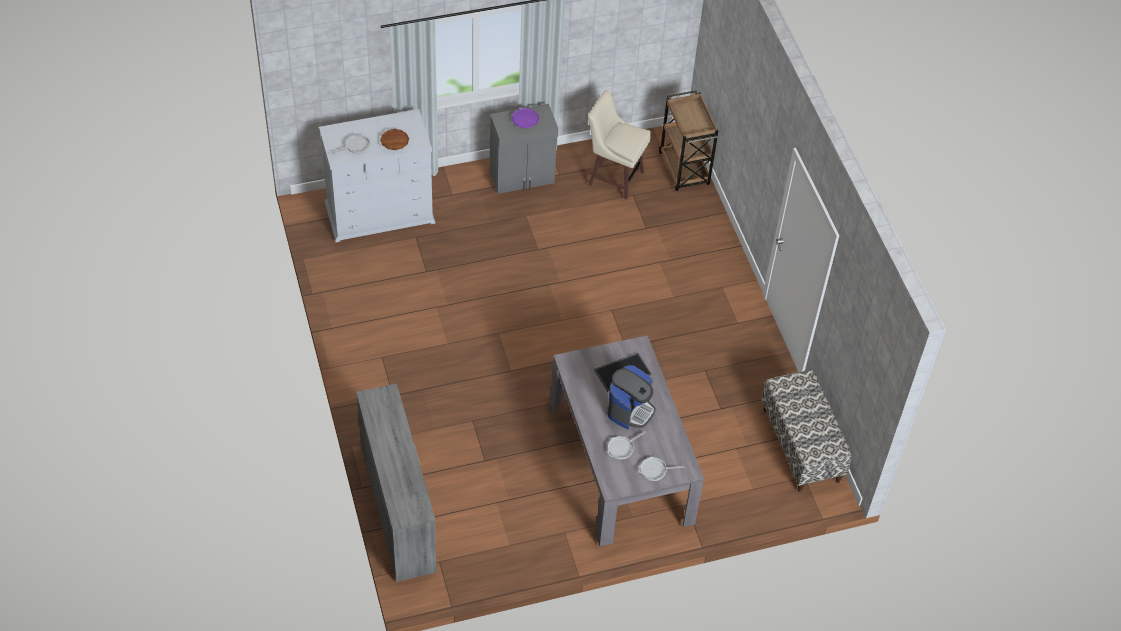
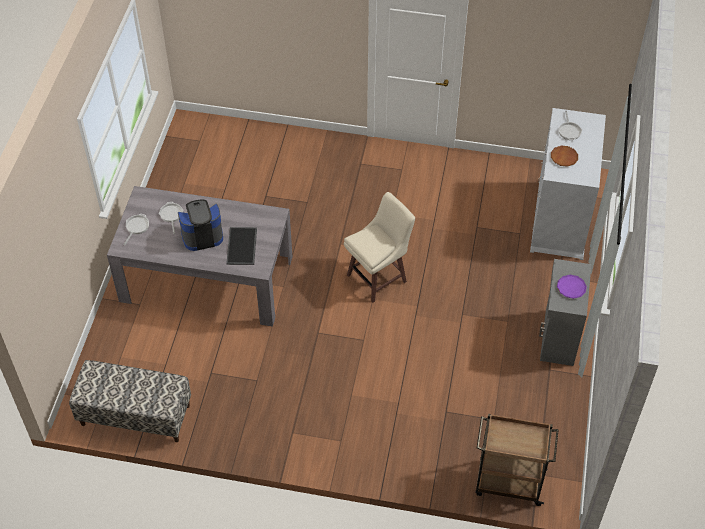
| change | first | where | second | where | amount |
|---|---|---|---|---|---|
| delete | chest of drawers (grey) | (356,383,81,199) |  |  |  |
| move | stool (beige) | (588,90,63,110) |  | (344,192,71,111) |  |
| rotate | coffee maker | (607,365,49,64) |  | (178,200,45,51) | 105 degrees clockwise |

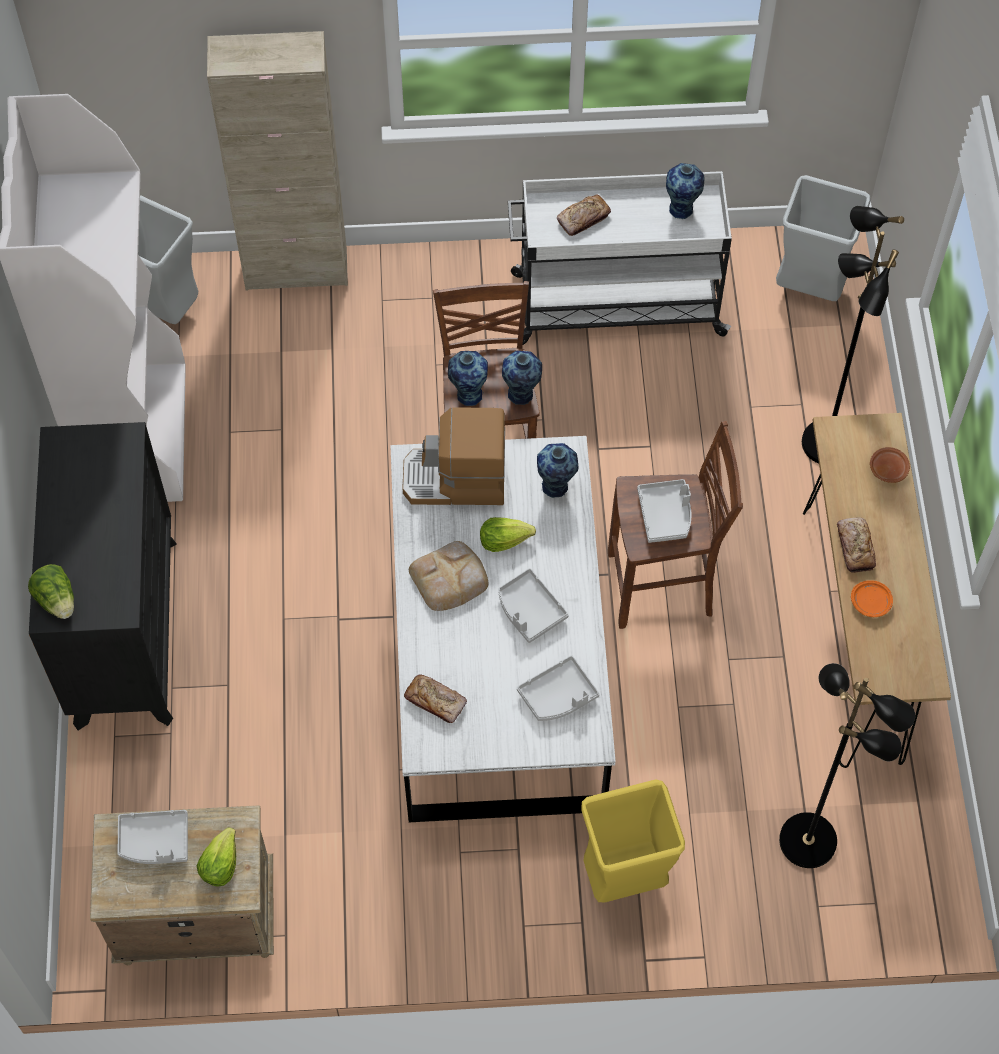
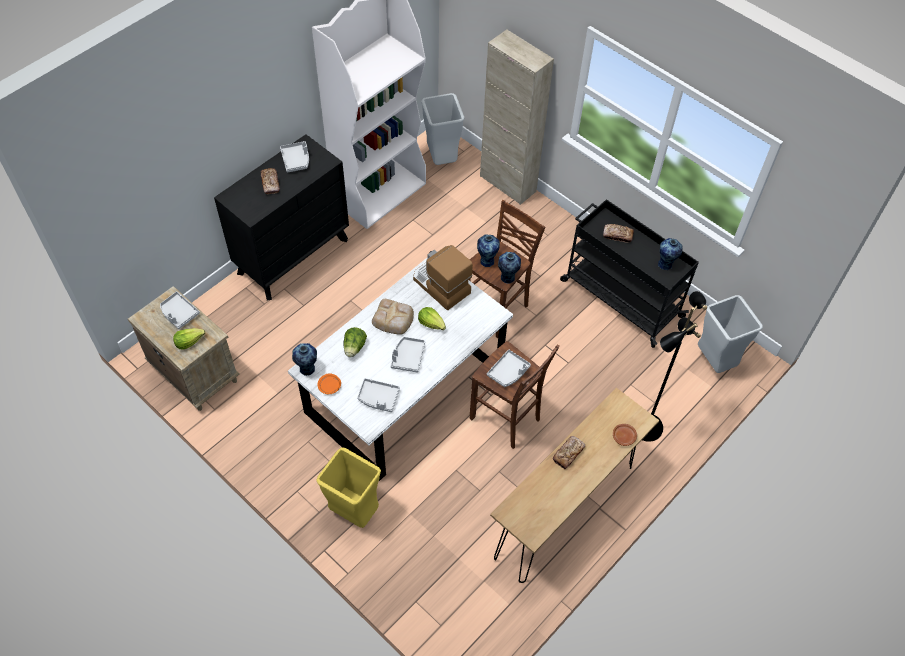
| change | first | where | second | where | amount |
|---|---|---|---|---|---|
| delete | standing lamp (black) | (779,663,136,205) |  |  |  |
| insert |  |  | serving tray (grey) | (280,141,29,31) |  |
| move | lettuce head | (28,564,46,55) |  | (343,327,24,31) |  |
| move | bread | (404,674,63,49) |  | (261,168,19,26) |  |
| move | vase | (537,443,41,55) |  | (292,343,25,33) |  |
| move | dinner plate (orangey) | (851,580,42,37) |  | (318,373,23,21) |  |
| recolor | trolley (white) | (508,171,224,174) | trolley (black) | (560,199,139,149) |  |

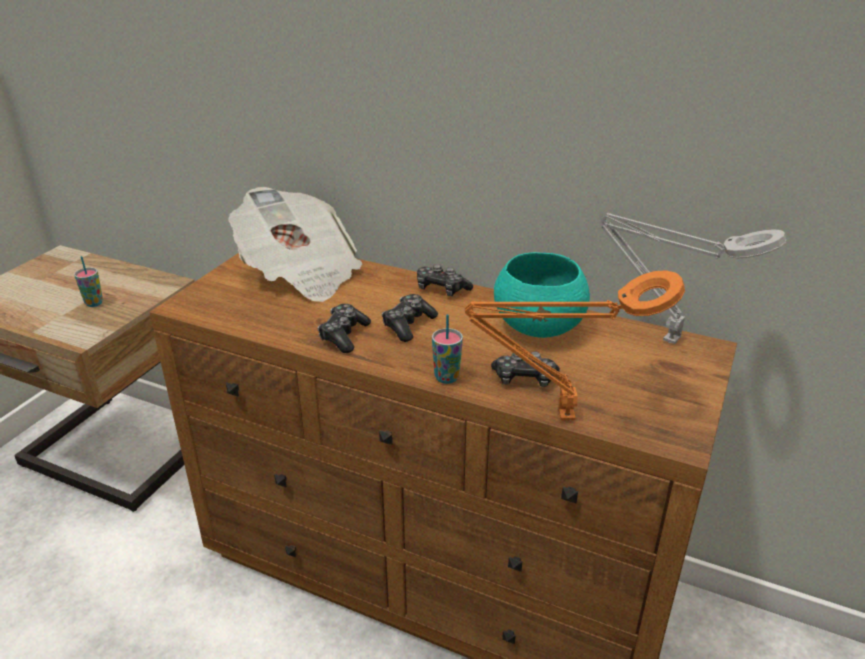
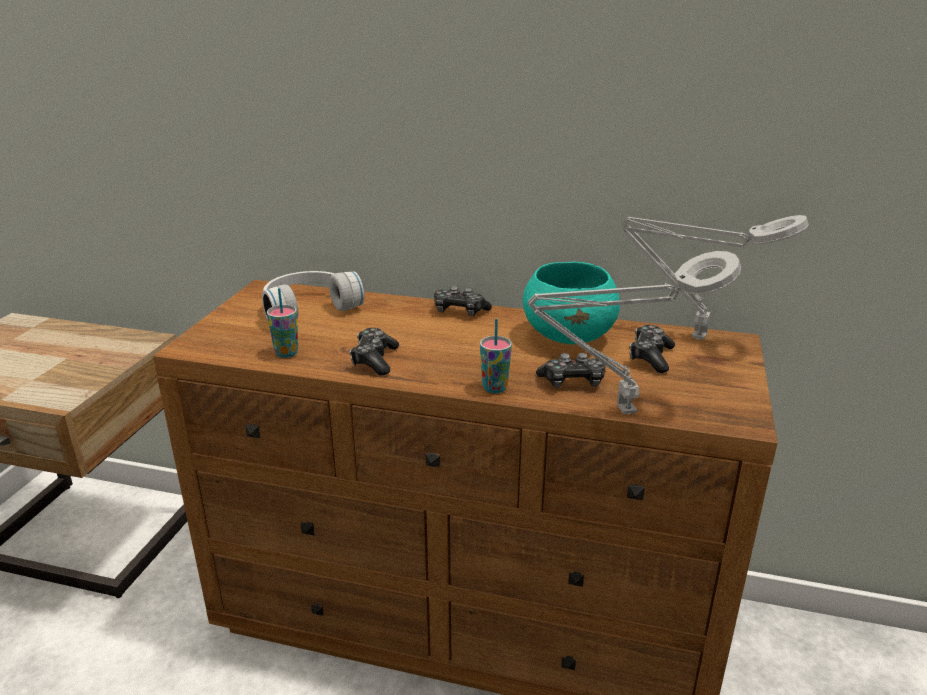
| change | first | where | second | where | amount |
|---|---|---|---|---|---|
| move | drinking cup | (74,256,29,51) |  | (267,288,31,70) |  |
| move | gamepad | (382,294,56,48) |  | (629,325,46,48) |  |
| replace | newspaper | (228,187,135,115) | headset (white) | (262,271,102,49) |  |
| recolor | table lamp (orangey) | (465,270,220,151) | table lamp (grey) | (528,251,213,164) |  |

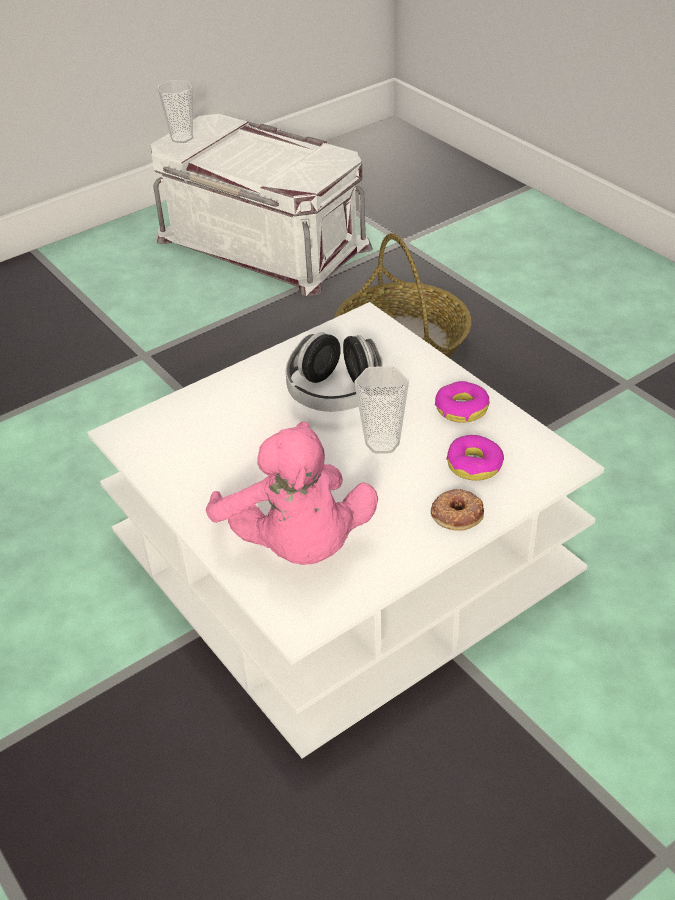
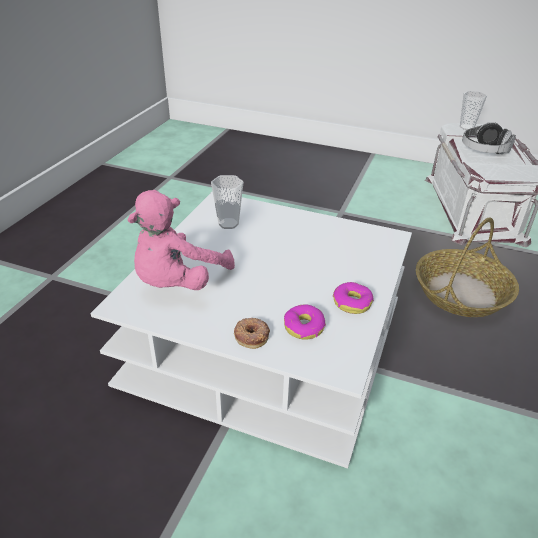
| change | first | where | second | where | amount |
|---|---|---|---|---|---|
| move | headset | (286,332,97,80) |  | (462,122,54,32) |  |
| move | drinking cup | (354,366,55,88) |  | (211,175,32,54) |  |

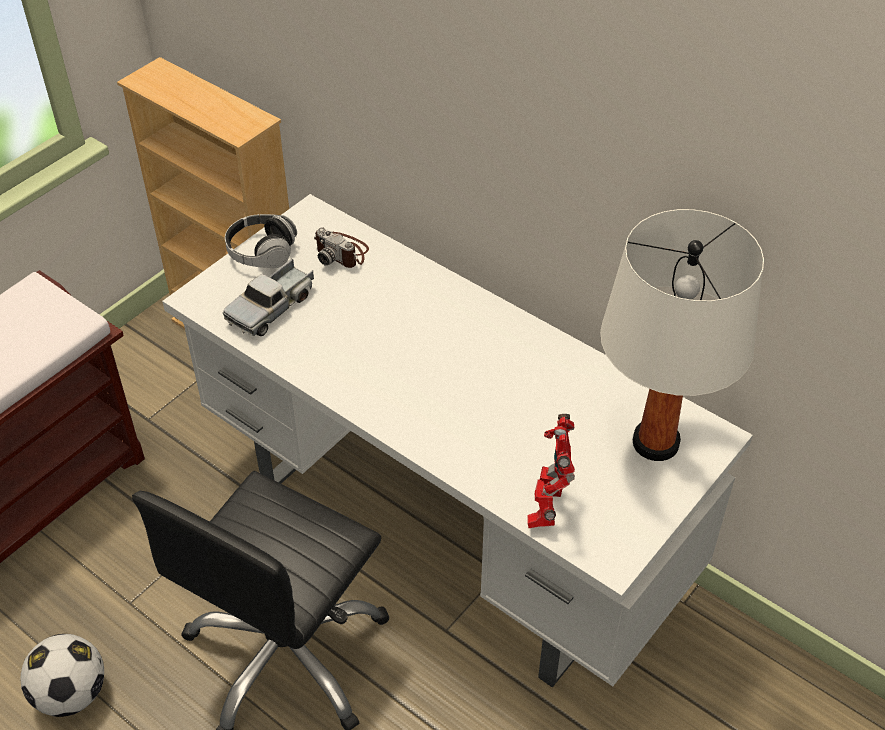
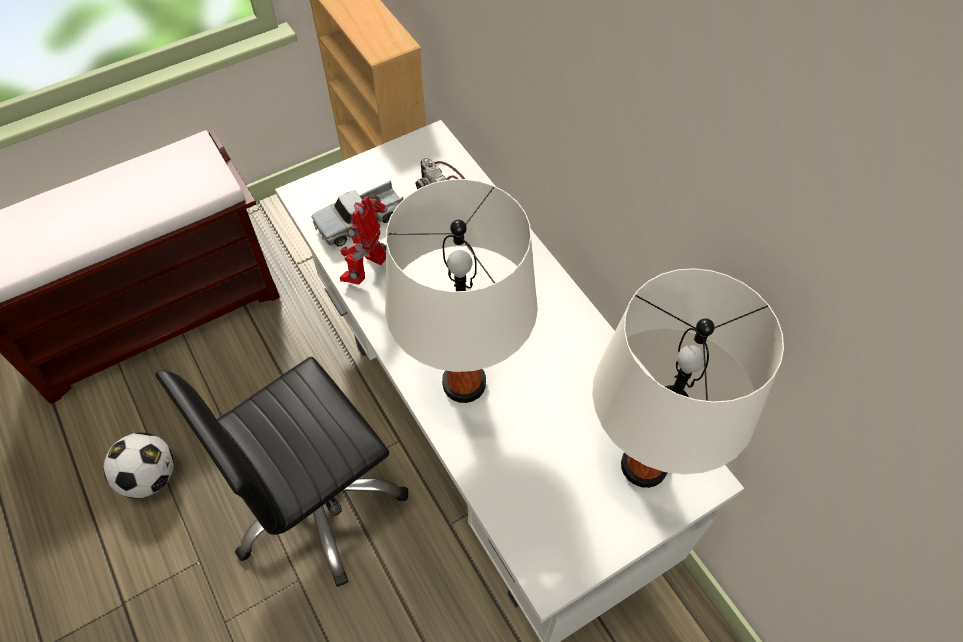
| change | first | where | second | where | amount |
|---|---|---|---|---|---|
| delete | headset | (225,214,72,54) |  |  |  |
| insert |  |  | table lamp (white) | (385,179,153,224) |  |
| move | robot figure | (528,414,47,114) |  | (340,195,48,90) |  |

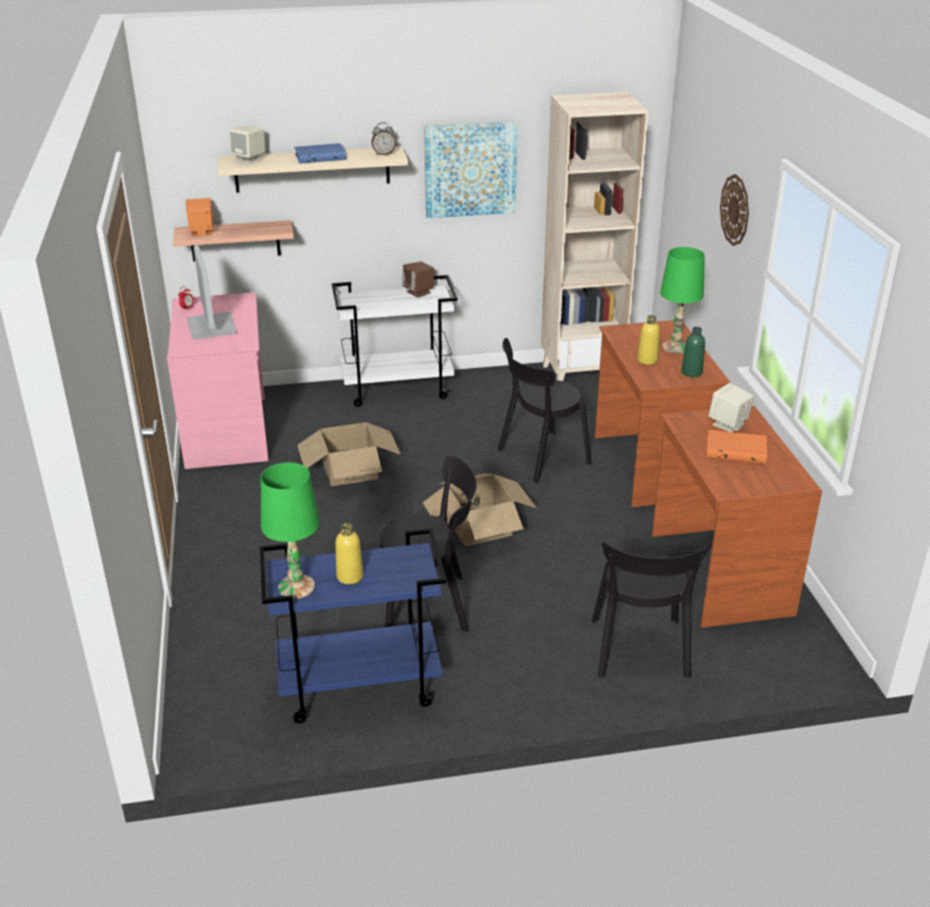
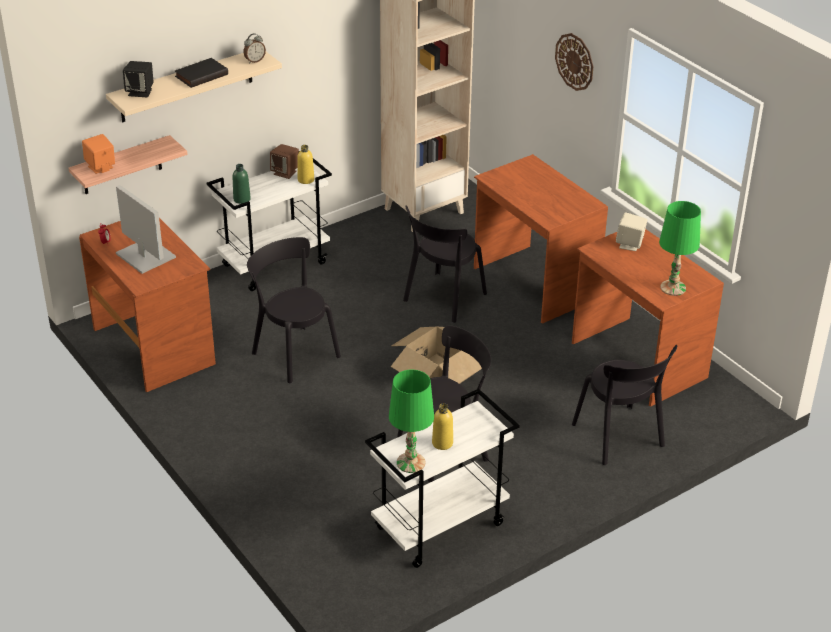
| change | first | where | second | where | amount |
|---|---|---|---|---|---|
| delete | picture | (424,121,94,97) |  |  |  |
| delete | bound book (orangey) | (707,430,60,33) |  |  |  |
| move | beverage bottle (yellow) | (637,315,23,50) |  | (297,145,17,39) |  |
| move | table lamp (greenish) | (660,247,45,107) |  | (659,201,42,95) |  |
| move | beverage bottle (greenish) | (681,327,24,50) |  | (233,164,18,40) |  |
| replace | packing box | (297,422,104,64) | plain chair (black) | (247,237,94,146) |  |
| recolor | desk table (pink) | (167,292,102,177) | desk table (brown) | (79,218,137,174) |  |
| recolor | speaker (beige) | (229,126,36,38) | speaker (black) | (123,61,31,36) |  |
| recolor | trolley (blue-coloured) | (260,528,186,195) | trolley (white) | (365,389,155,179) |  |
| recolor | bound book (blue-coloured) | (294,143,52,21) | bound book (black) | (175,58,53,30) |  |

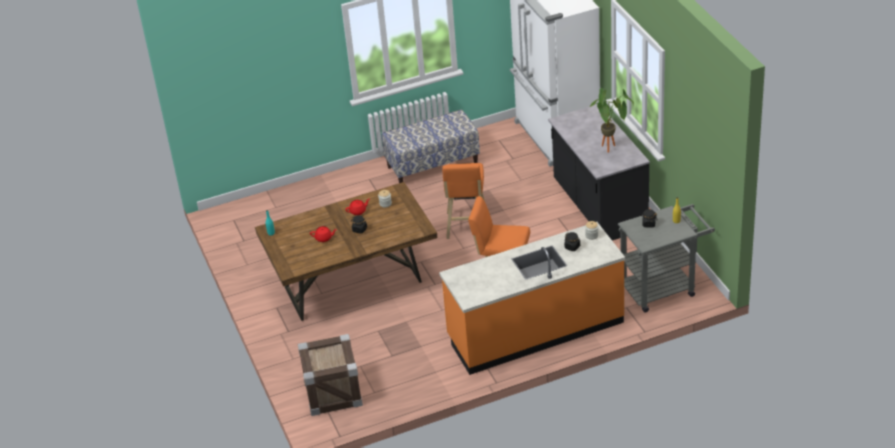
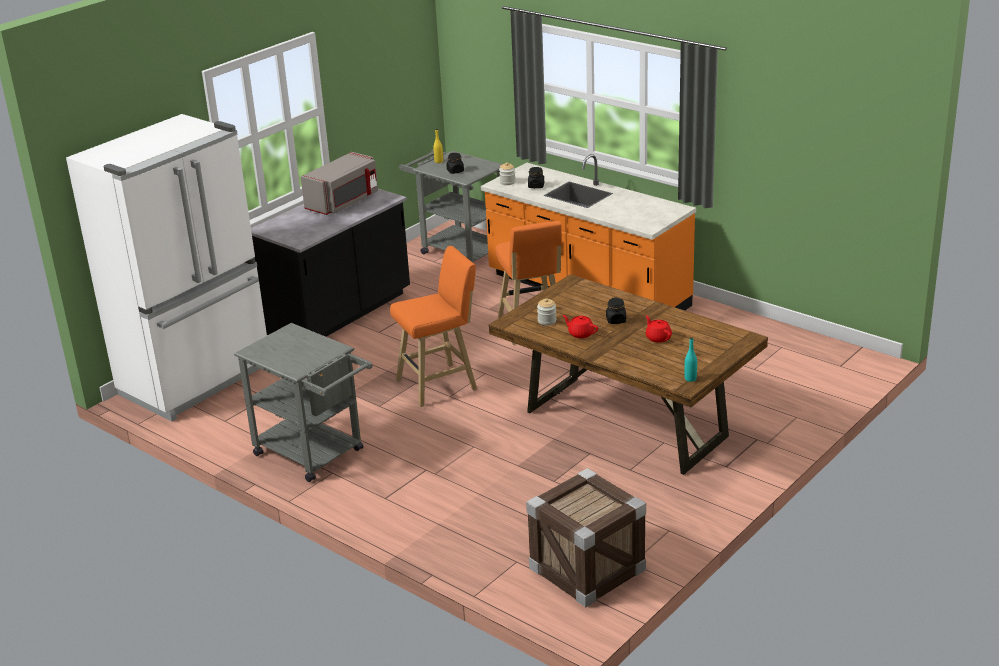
| change | first | where | second | where | amount |
|---|---|---|---|---|---|
| move | crate | (298,334,65,82) |  | (526,468,120,139) |  |
| replace | indoor bench | (381,110,99,73) | trolley (grey) | (234,323,139,159) |  |
| replace | plant in a pot | (589,88,45,65) | microwave oven (grey) | (301,152,77,63) |  |

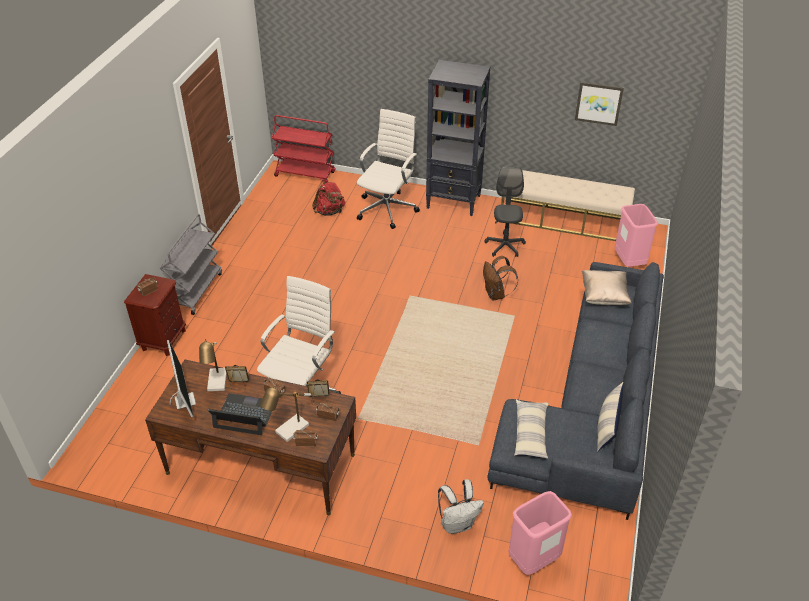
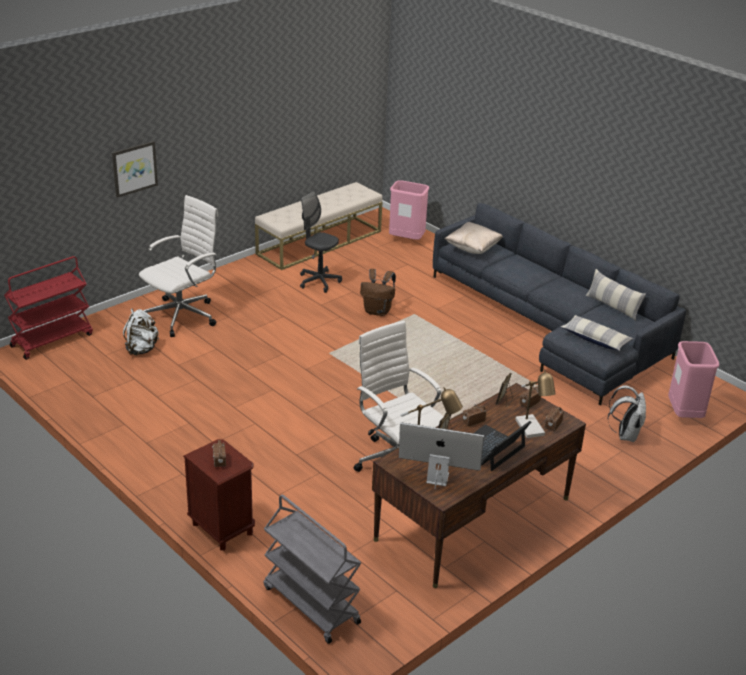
| change | first | where | second | where | amount |
|---|---|---|---|---|---|
| delete | bookcase (black) | (426,60,64,156) |  |  |  |
| move | trolley (grey) | (159,214,63,101) |  | (264,494,97,150) |  |
| move | picture | (575,82,49,44) |  | (112,141,46,57) |  |
| recolor | rucksack (red) | (312,179,33,37) | rucksack (white) | (123,308,37,48) |  |
| rotate | desk chair (white) | (357,109,63,120) |  | (139,195,79,142) | 75 degrees clockwise |

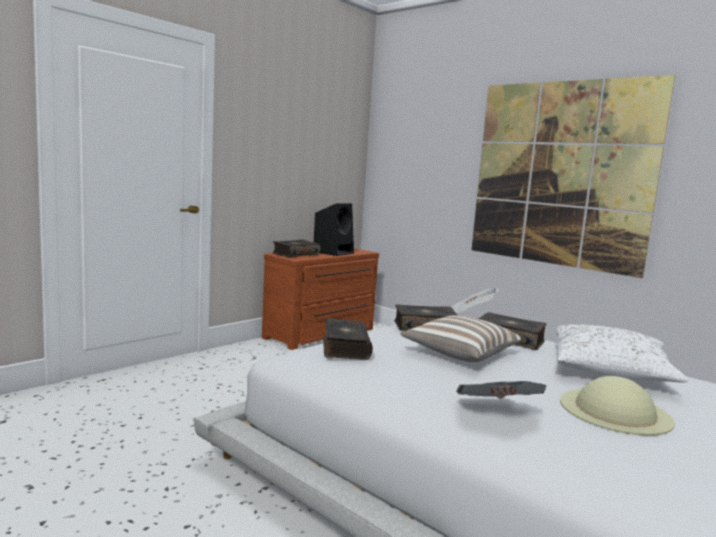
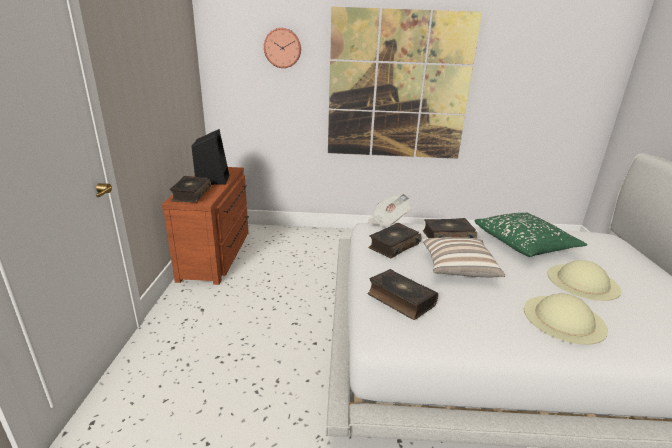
| change | first | where | second | where | amount |
|---|---|---|---|---|---|
| insert |  |  | hanging clock | (264,28,37,40) |  |
| replace | newspaper | (456,381,90,18) | clothing hat (beige) | (524,293,84,52) |  |
| recolor | pillow (white) | (556,324,132,58) | pillow (greenish) | (475,213,112,44) |  |

